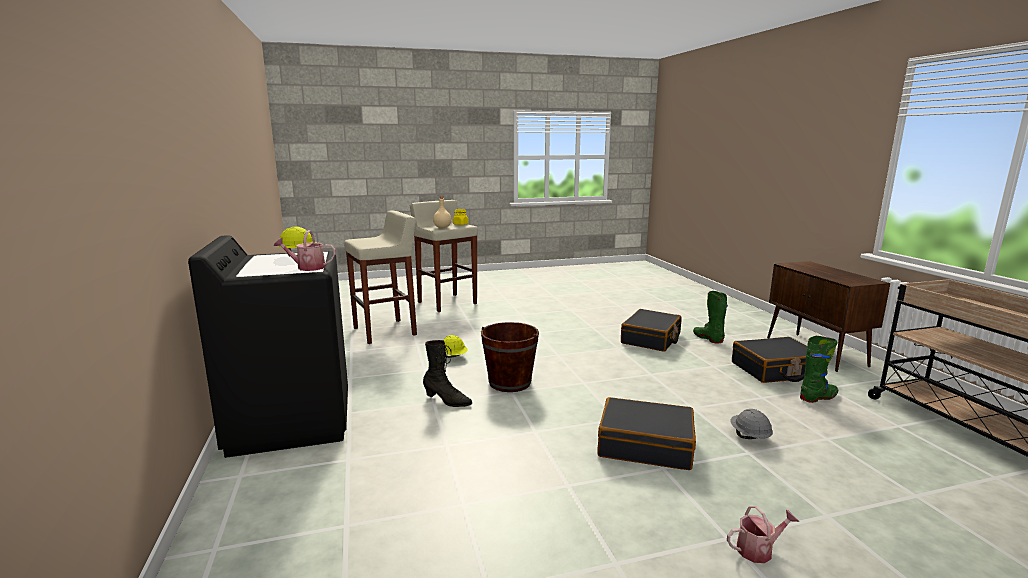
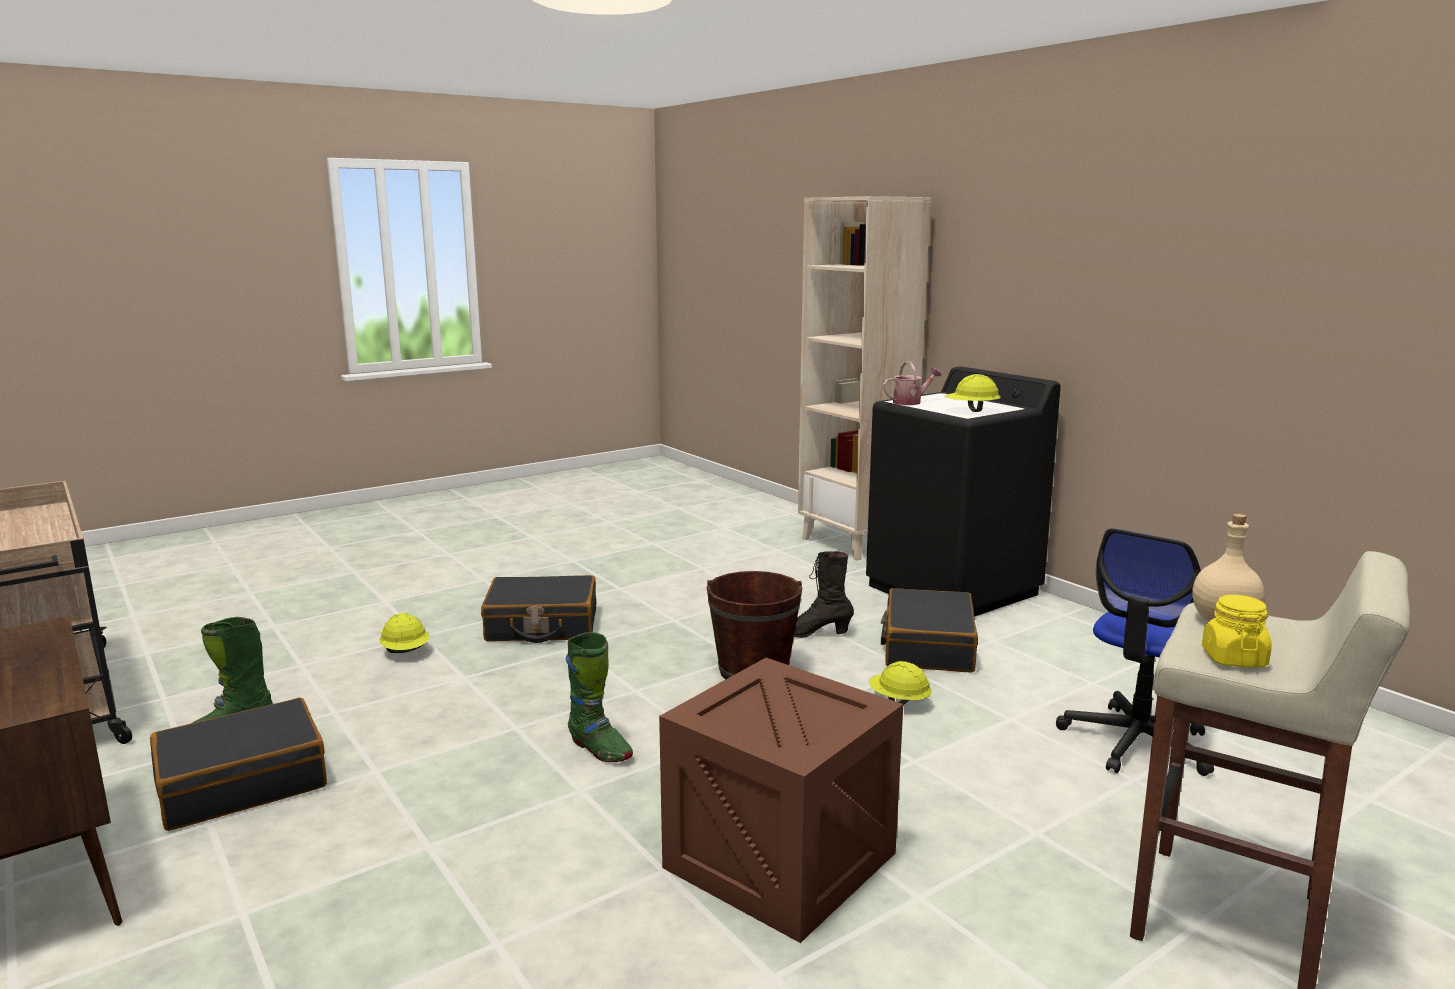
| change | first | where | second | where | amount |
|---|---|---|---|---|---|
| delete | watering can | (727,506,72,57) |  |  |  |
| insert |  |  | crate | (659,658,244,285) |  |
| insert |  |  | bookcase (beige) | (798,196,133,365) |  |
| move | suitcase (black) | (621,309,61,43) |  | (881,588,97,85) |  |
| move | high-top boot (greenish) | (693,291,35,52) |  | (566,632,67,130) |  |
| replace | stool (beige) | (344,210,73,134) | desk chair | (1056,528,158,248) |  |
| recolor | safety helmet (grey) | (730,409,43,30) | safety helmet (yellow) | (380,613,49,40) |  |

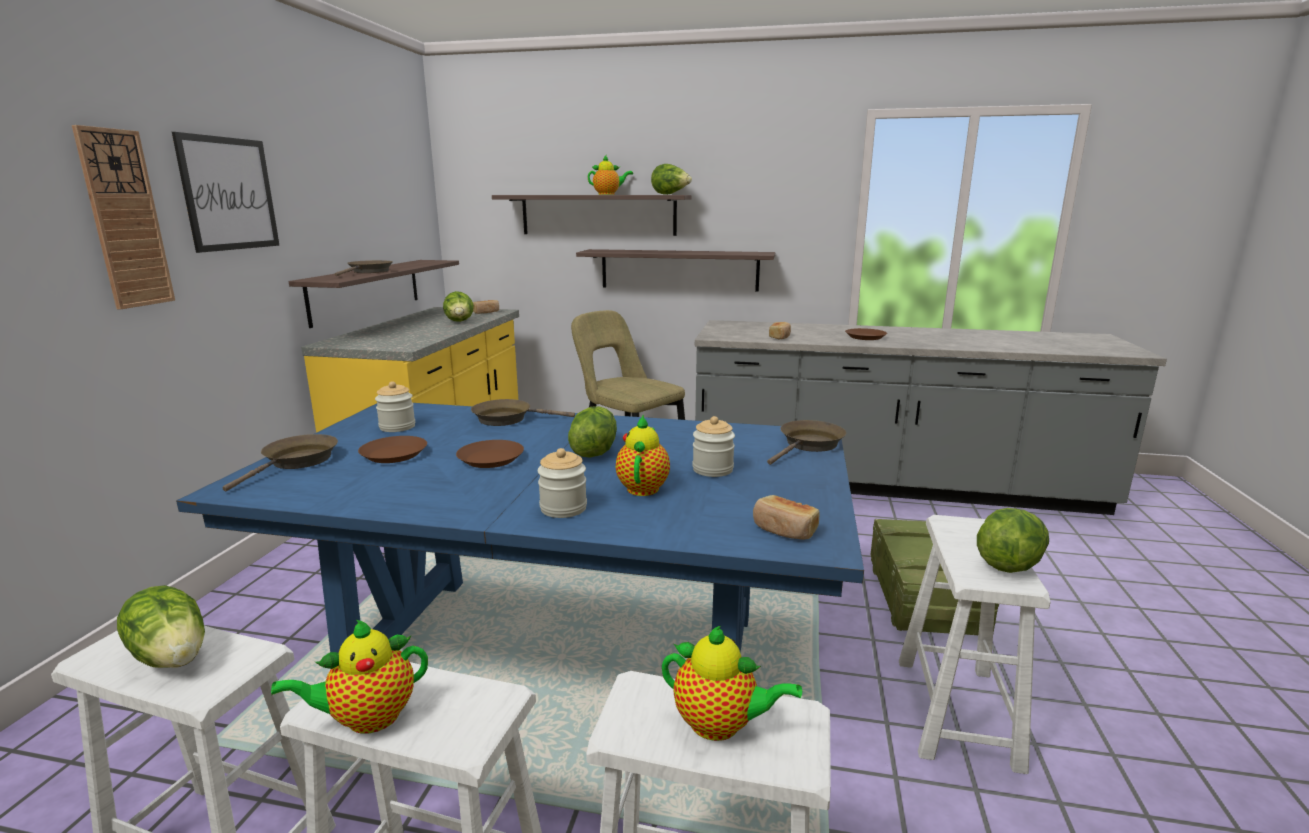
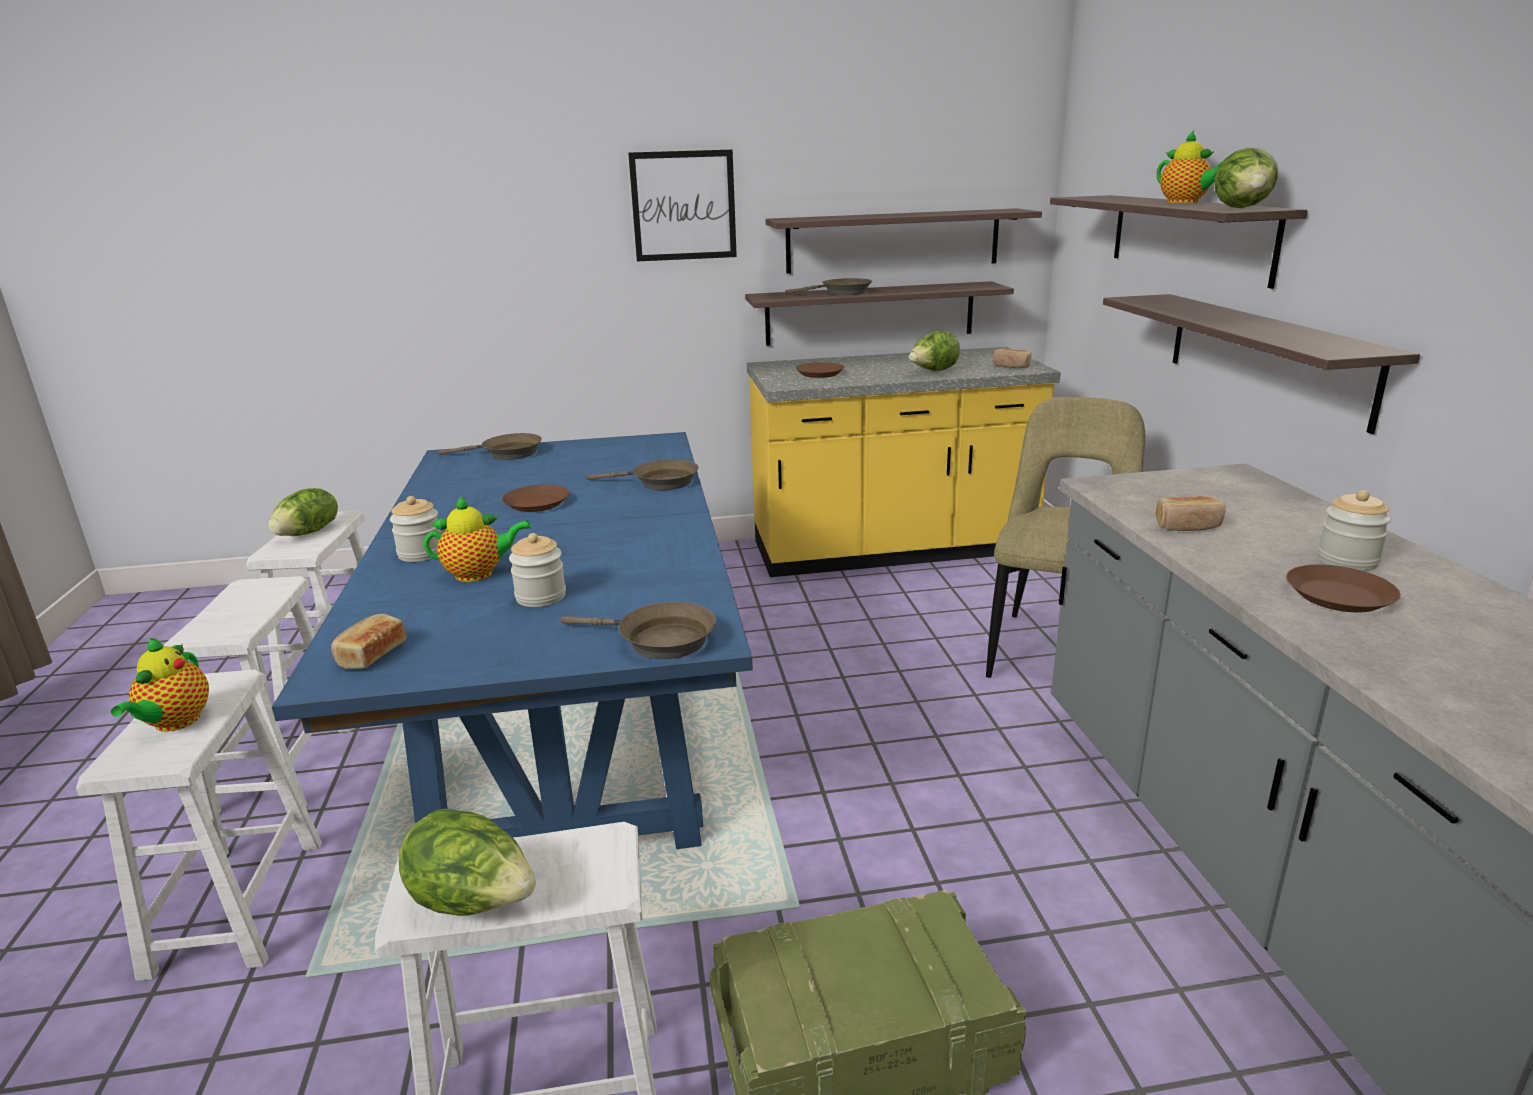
| change | first | where | second | where | amount |
|---|---|---|---|---|---|
| delete | hanging clock | (72,125,103,184) |  |  |  |
| delete | pot for tea | (271,620,157,114) |  |  |  |
| delete | lettuce head | (568,406,49,52) |  |  |  |
| insert |  |  | wall shelf | (766,208,276,66) |  |
| move | dinner plate (brown) | (358,436,69,27) |  | (795,362,50,16) |  |
| move | storage jar | (375,381,40,51) |  | (1318,490,73,81) |  |
| rotate | frying pan (brown) | (471,399,104,27) |  | (586,459,113,31) | 120 degrees clockwise |

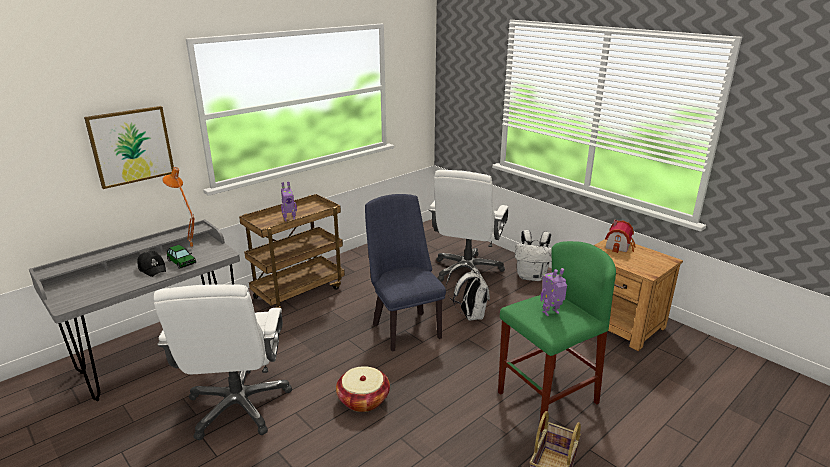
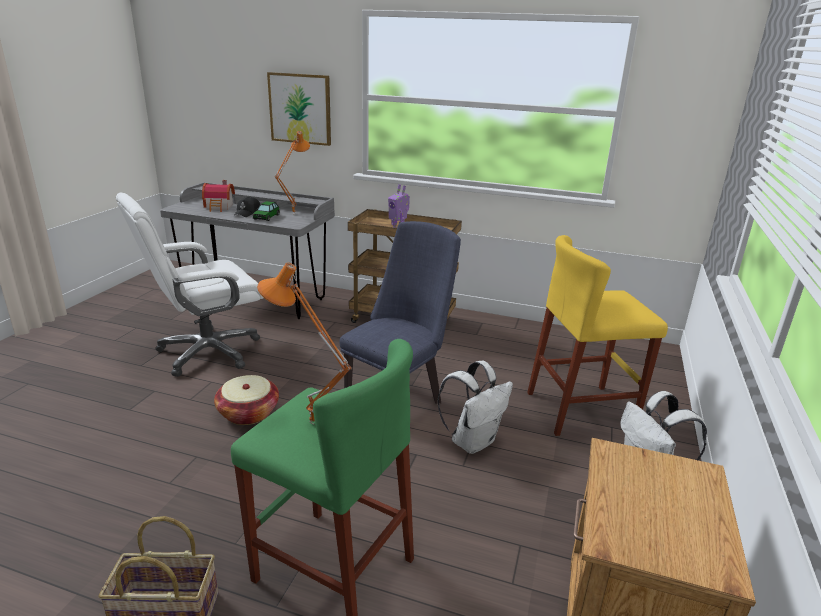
| change | first | where | second | where | amount |
|---|---|---|---|---|---|
| move | model house | (605,220,31,33) |  | (202,180,33,32) |  |
| replace | desk chair (white) | (429,170,80,112) | stool (yellow) | (527,235,141,201) |  |
| replace | robot figure | (540,268,27,48) | table lamp (orangey) | (257,263,95,162) |  |

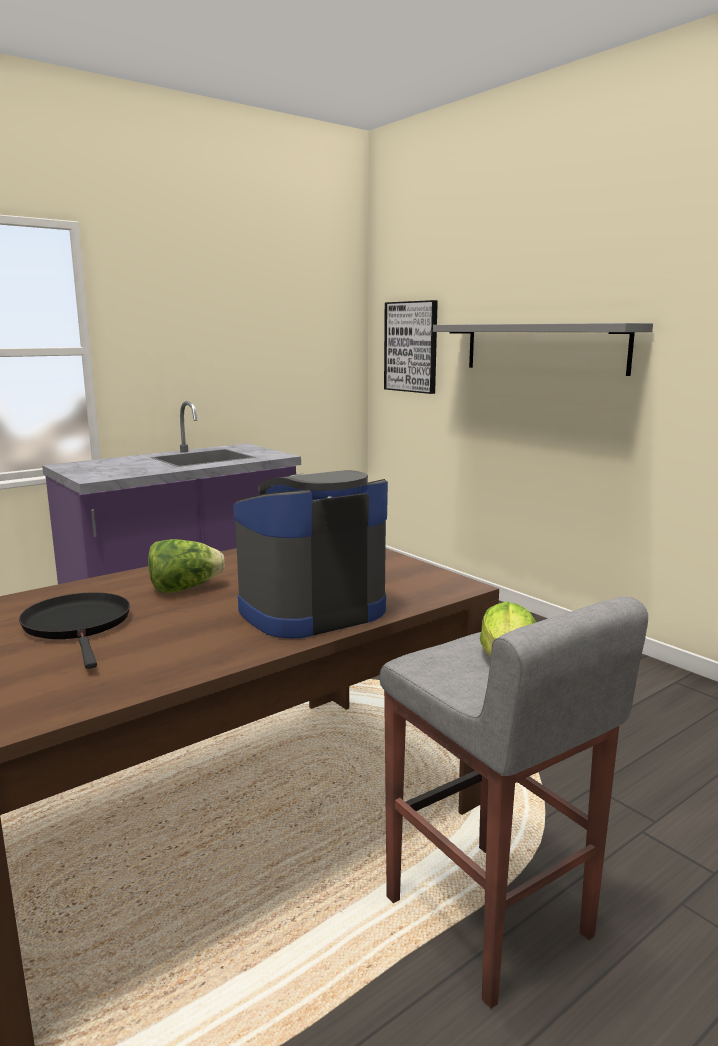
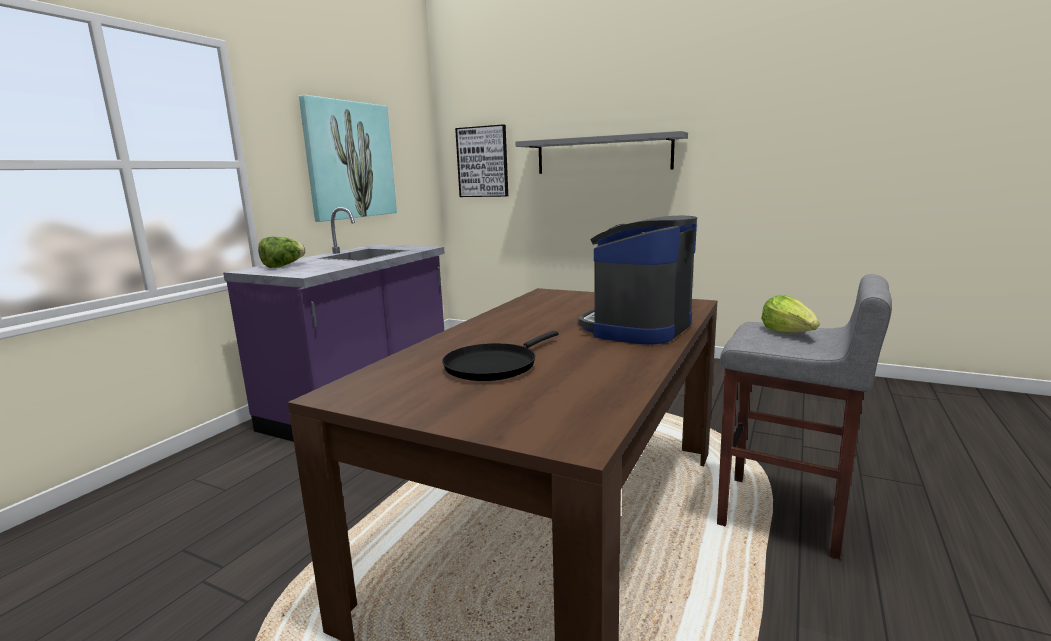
| change | first | where | second | where | amount |
|---|---|---|---|---|---|
| insert |  |  | picture | (299,95,98,127) |  |
| move | lettuce head | (148,539,77,54) |  | (258,237,48,31) |  |
| rotate | frying pan (black) | (19,592,111,77) |  | (442,331,117,50) | 90 degrees counterclockwise |

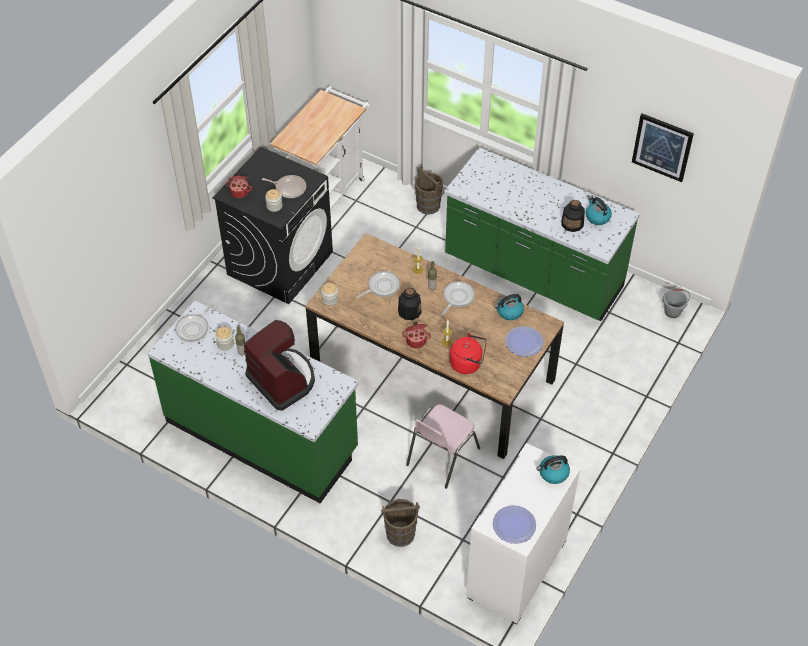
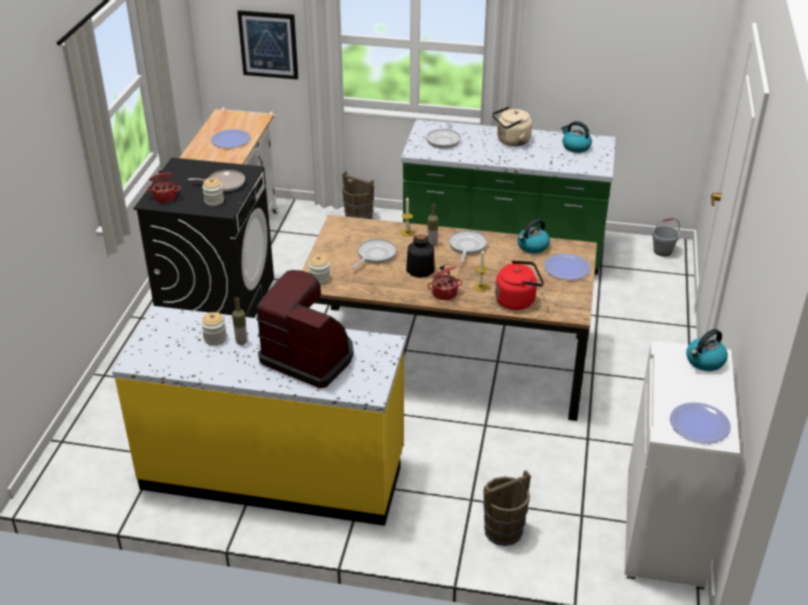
| change | first | where | second | where | amount |
|---|---|---|---|---|---|
| delete | plain chair (pink) | (406,404,74,85) |  |  |  |
| delete | beverage bottle | (561,200,24,32) |  |  |  |
| insert |  |  | dinner plate | (211,129,40,19) |  |
| insert |  |  | water kettle (beige) | (492,106,40,40) |  |
| move | frying pan | (175,303,38,39) |  | (426,120,35,29) |  |
| move | picture | (632,114,62,68) |  | (237,10,61,70) |  |
| recolor | kitchen counter (greenish) | (147,301,212,202) | kitchen counter (yellow) | (112,306,294,220) |  |

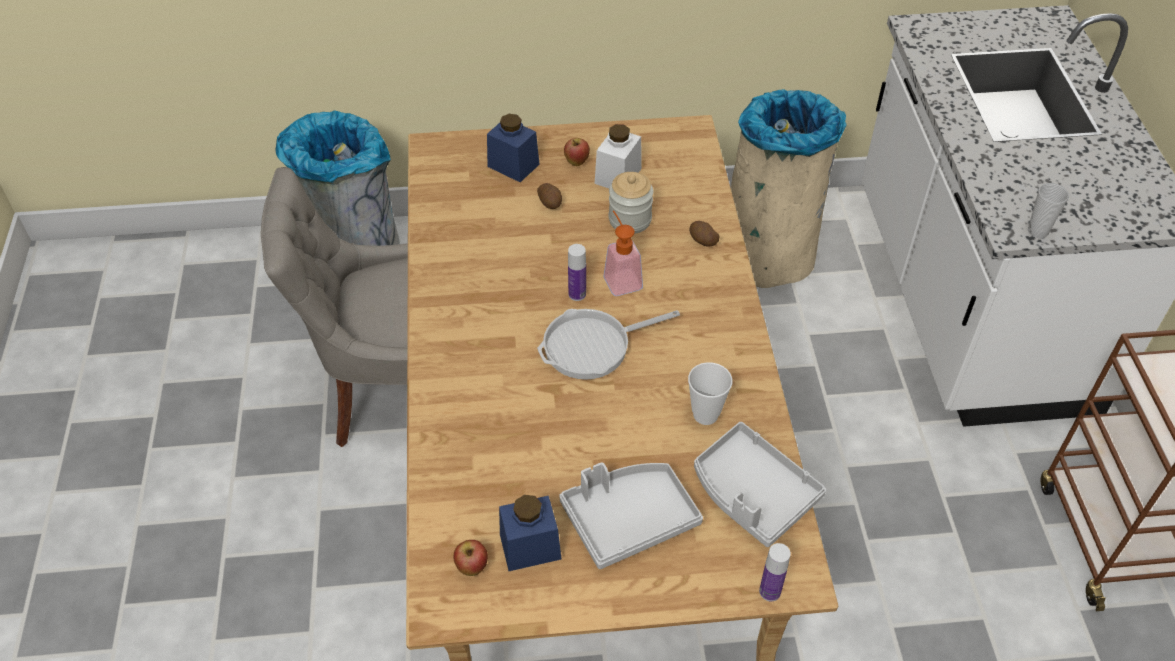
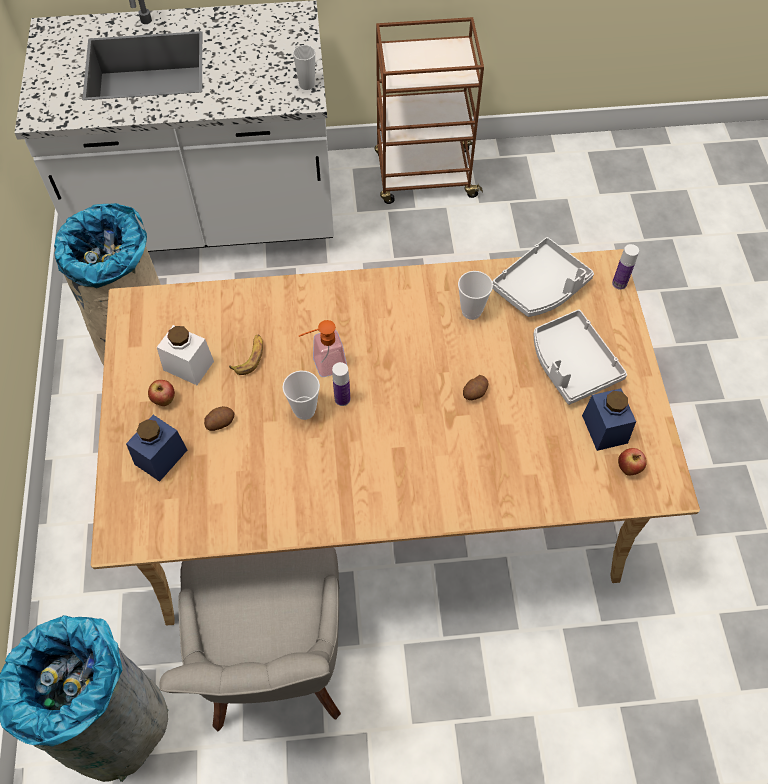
| change | first | where | second | where | amount |
|---|---|---|---|---|---|
| delete | frying pan | (537,309,143,71) |  |  |  |
| insert |  |  | drinking cup | (282,371,38,49) |  |
| move | whole potato | (689,221,31,26) |  | (463,375,25,25) |  |
| replace | storage jar | (609,172,44,62) | banana fruit | (229,335,34,40) |  |

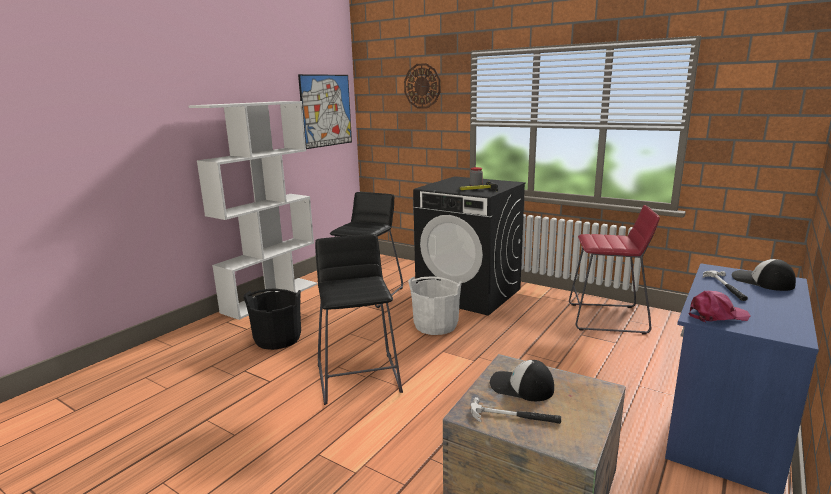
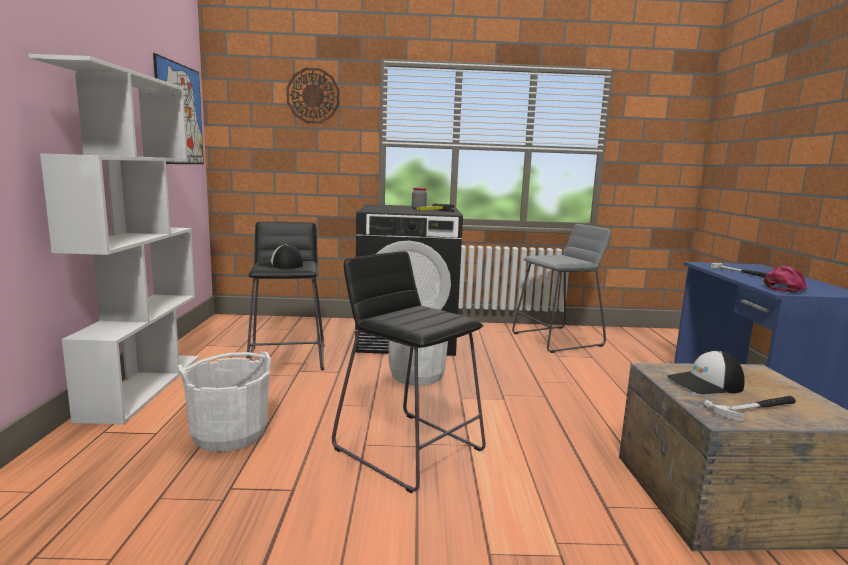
| change | first | where | second | where | amount |
|---|---|---|---|---|---|
| move | peaked cap | (731,259,65,32) |  | (257,244,46,25) |  |
| recolor | bucket (black) | (243,289,58,61) | bucket (white) | (178,351,93,101) |  |
| recolor | stool (red) | (569,205,91,130) | stool (grey) | (512,224,99,129) |  |

